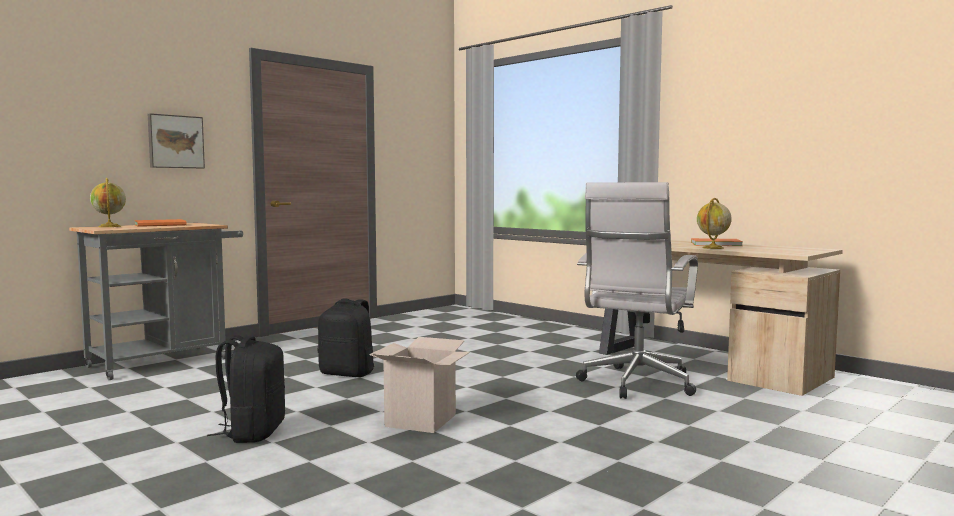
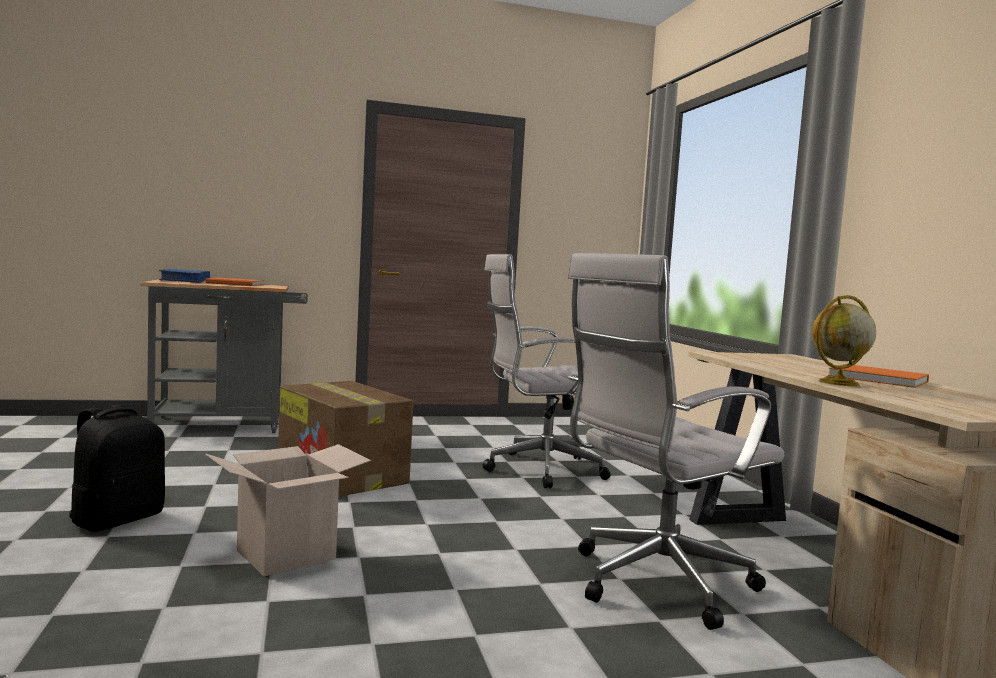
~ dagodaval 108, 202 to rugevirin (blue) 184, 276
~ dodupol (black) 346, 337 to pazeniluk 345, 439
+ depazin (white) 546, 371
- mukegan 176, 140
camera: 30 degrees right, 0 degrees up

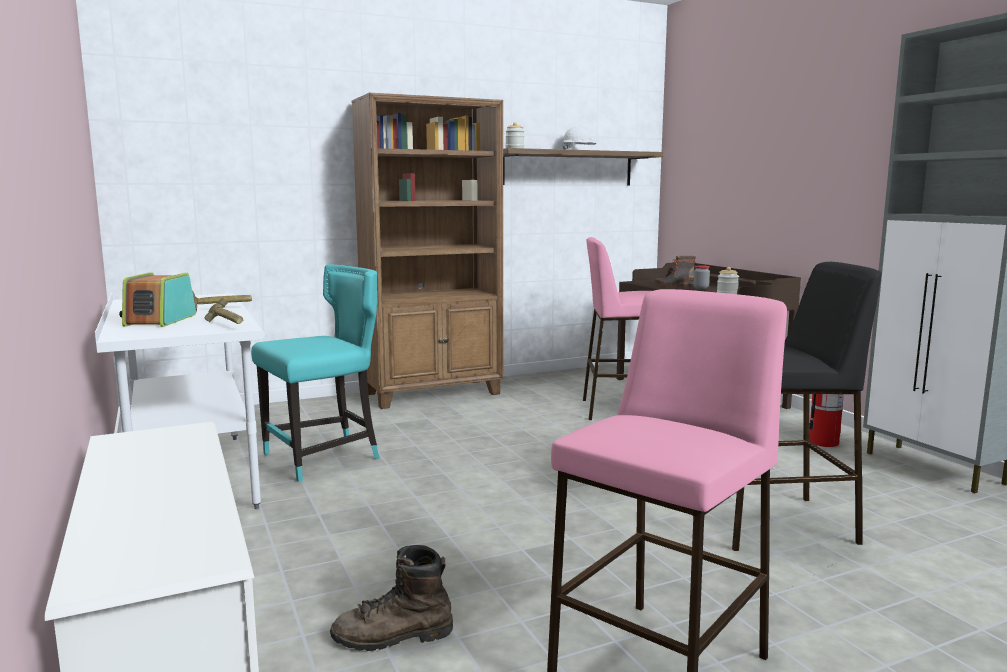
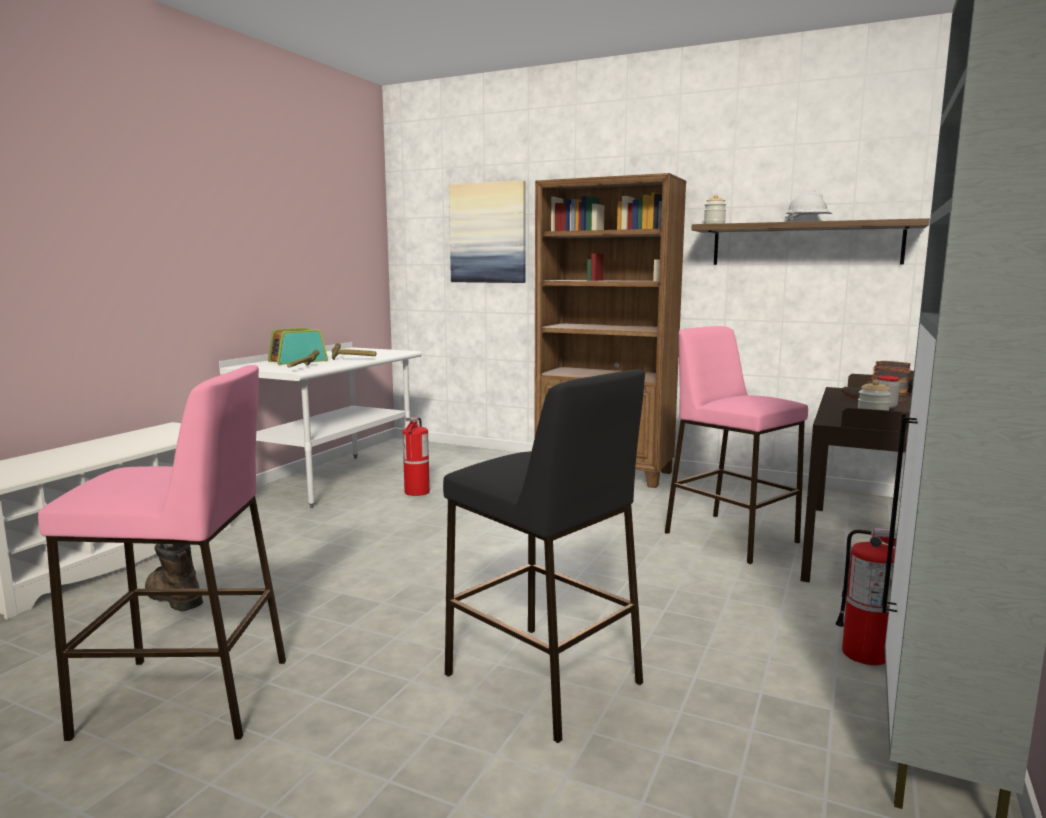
~ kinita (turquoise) 315, 373 to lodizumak 416, 456
+ mukegan 487, 231
camera: 50 degrees right, 0 degrees up

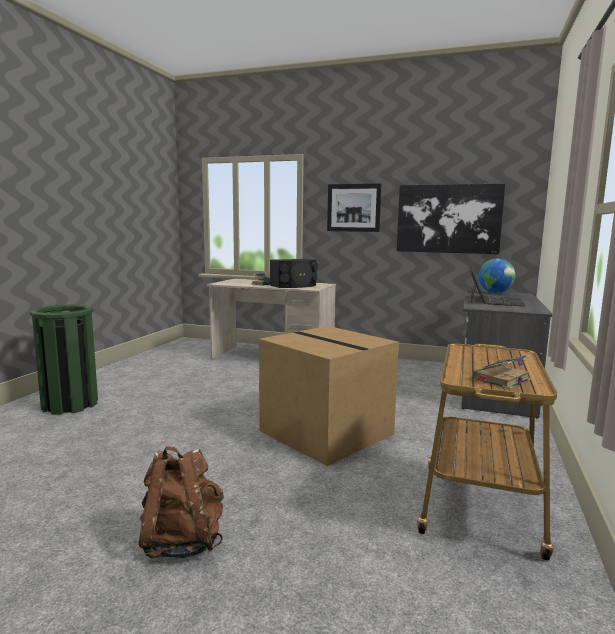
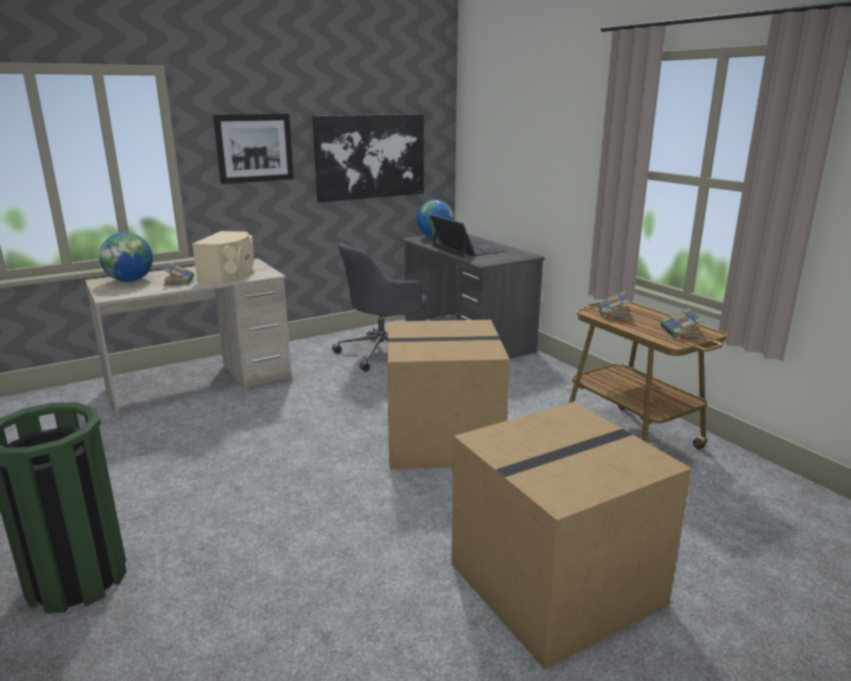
+ dagodaval 126, 257
~ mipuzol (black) 294, 273 to mipuzol (beige) 223, 257
+ depazin (grey) 379, 307
~ dodupol (brown) 181, 502 to pazeniluk 571, 535
+ rugevirin 614, 305
camera: 50 degrees left, 10 degrees up

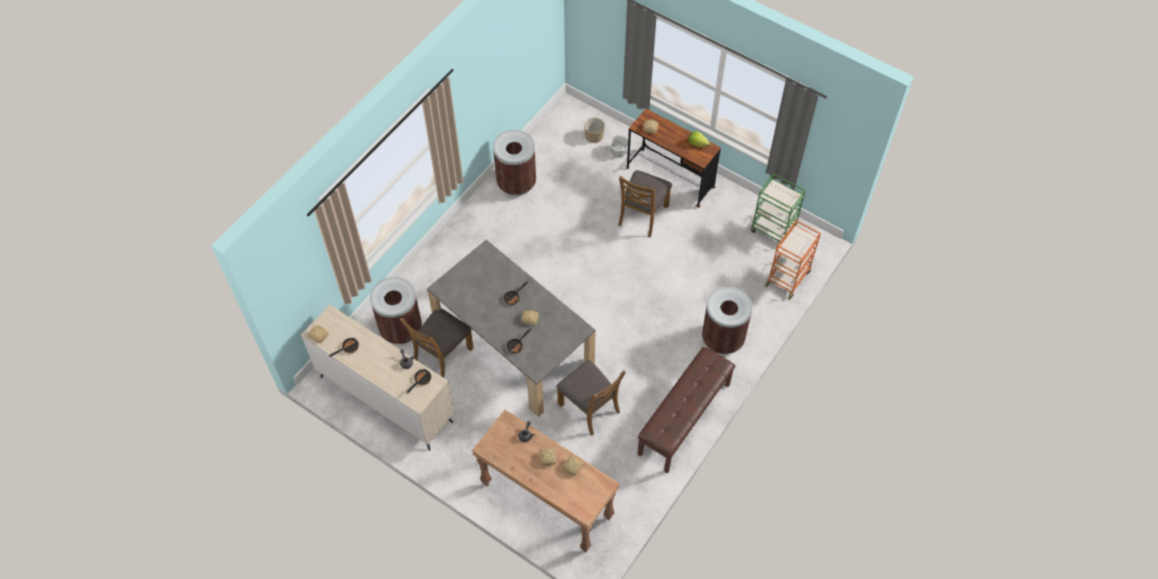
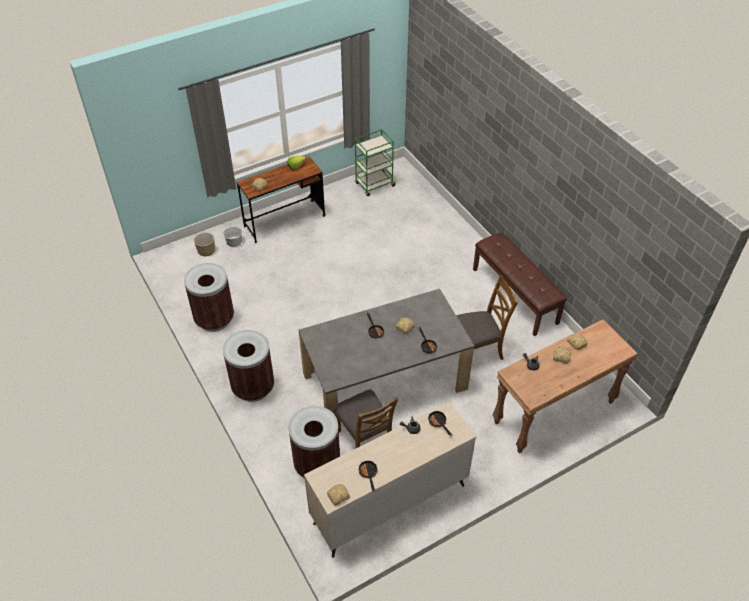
~ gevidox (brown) 727, 320 to 248, 366
- kinita (brown) 645, 203
- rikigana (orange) 793, 260
camera: 65 degrees left, 10 degrees down

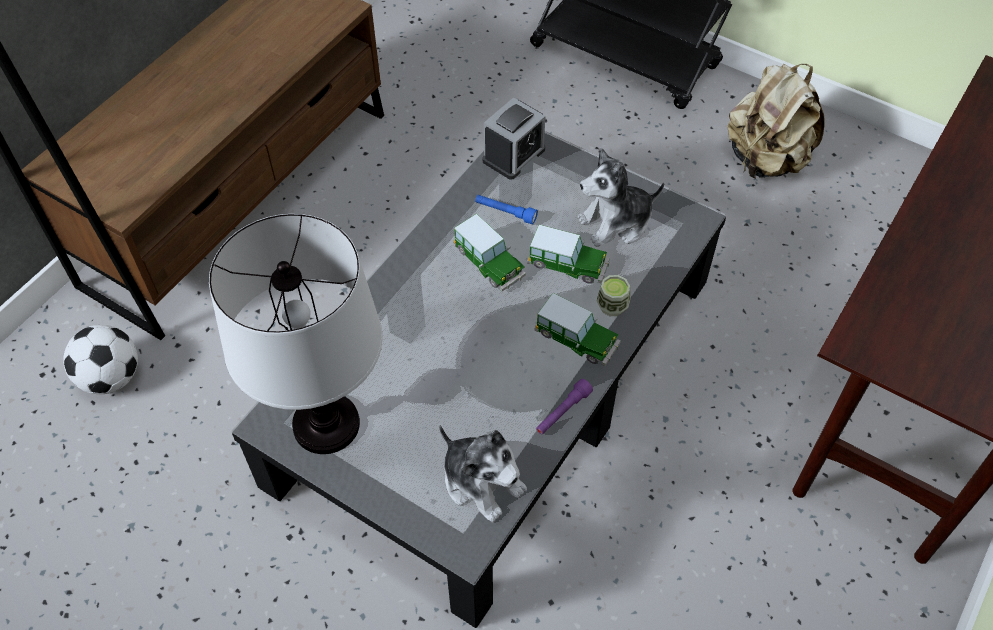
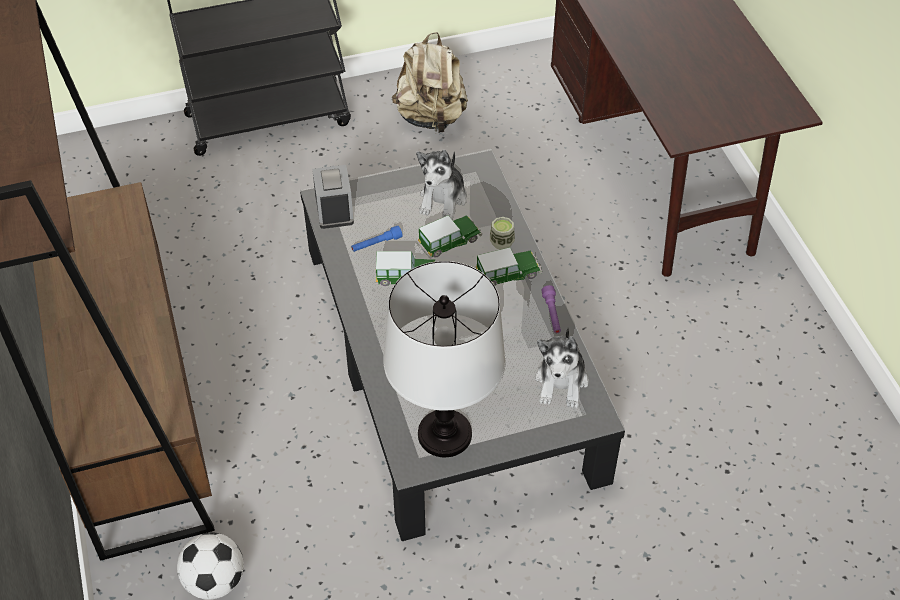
~ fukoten 483, 474 = 562, 367 105 degrees clockwise
camera: 50 degrees left, 5 degrees down

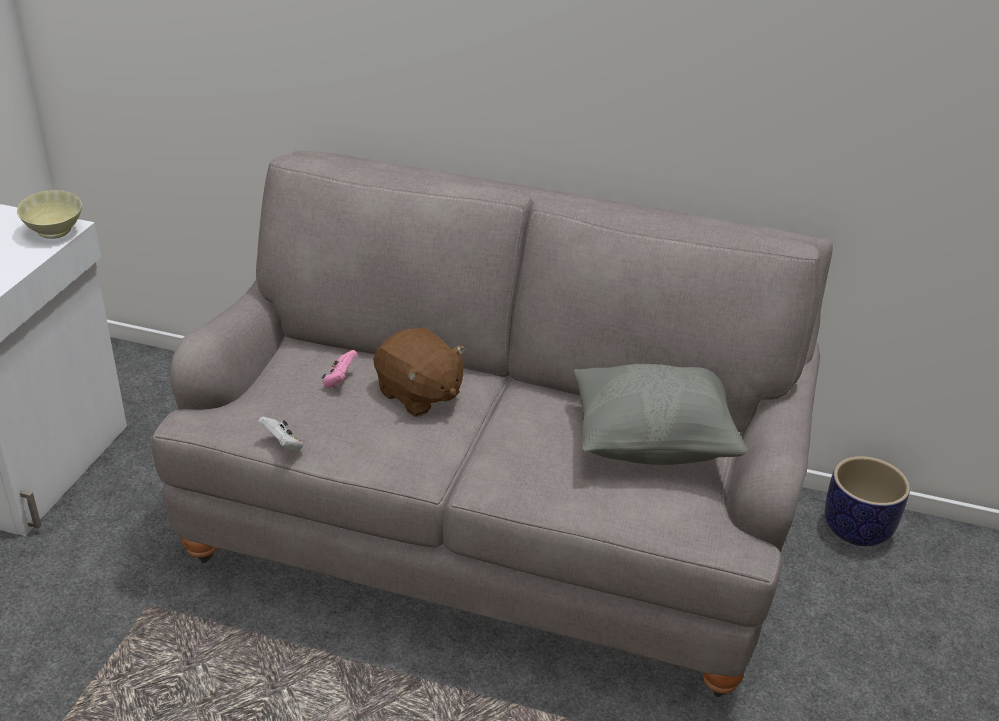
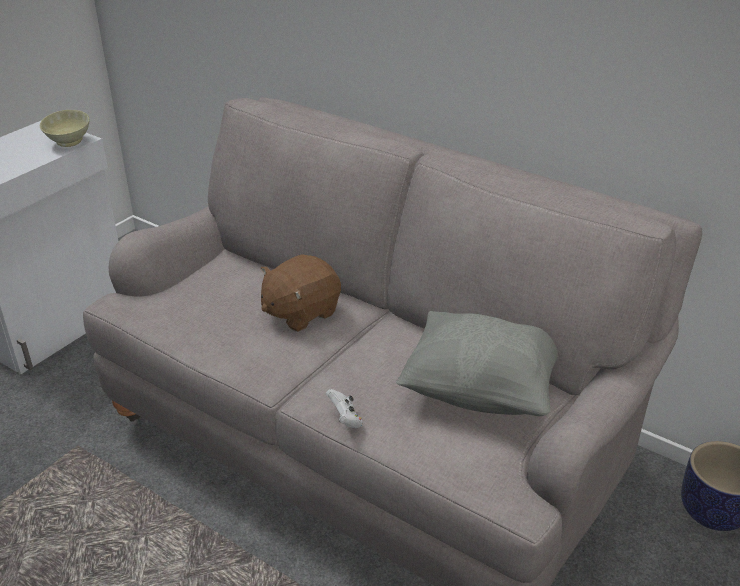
~ fukoten (brown) 420, 372 = 301, 293 75 degrees clockwise
~ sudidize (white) 280, 434 to 344, 409
- sudidize (pink) 340, 369
camera: 20 degrees right, 0 degrees up

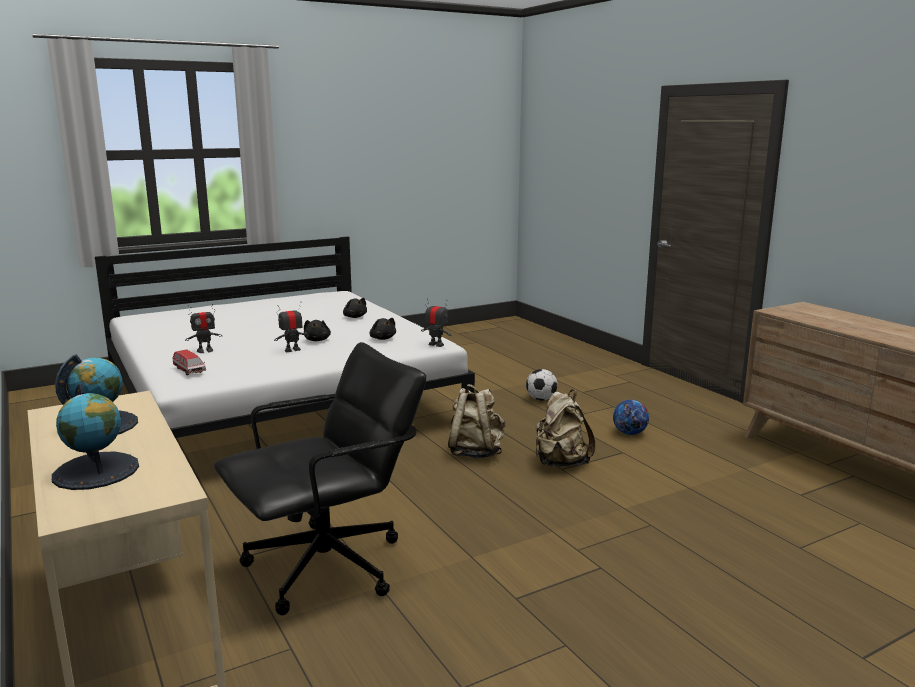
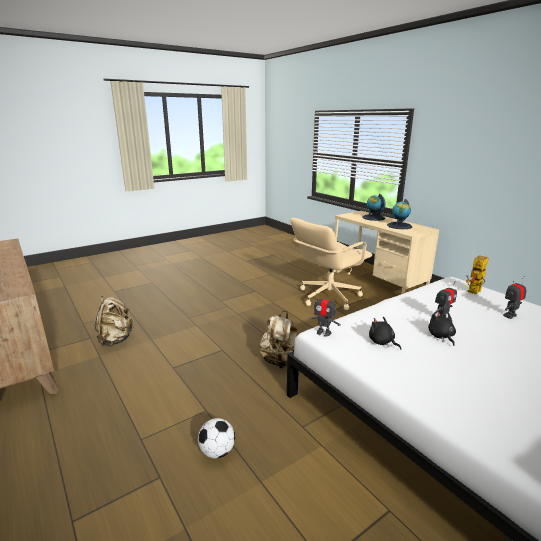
~ dodupol (beige) 565, 428 to 114, 321
~ depazin (black) 320, 478 to depazin (beige) 331, 264
~ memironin 189, 362 to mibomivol 477, 274
- fukoten (black) 355, 308
- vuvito 631, 417
camera: 175 degrees right, 5 degrees up

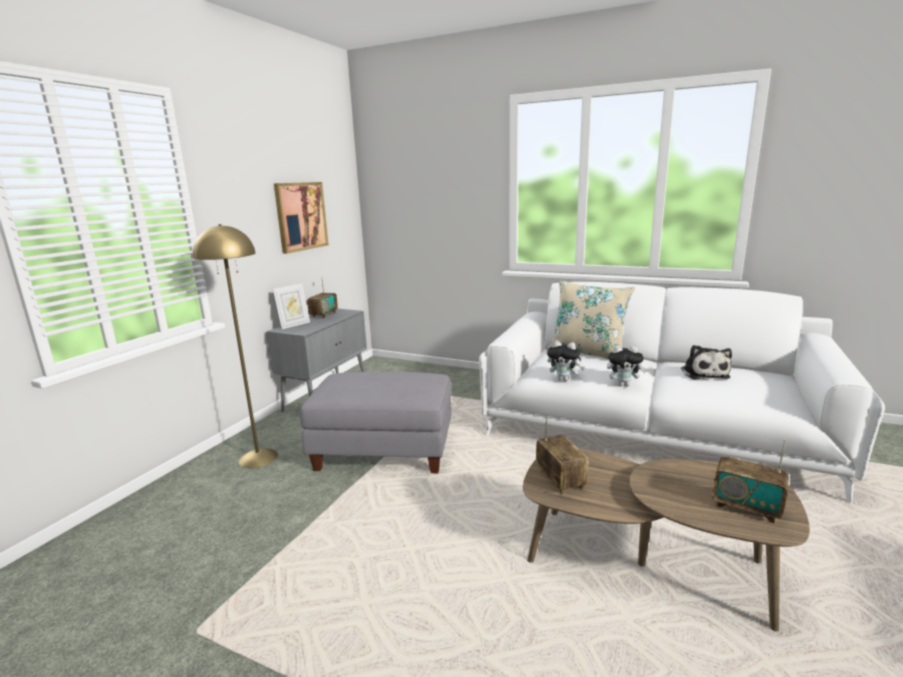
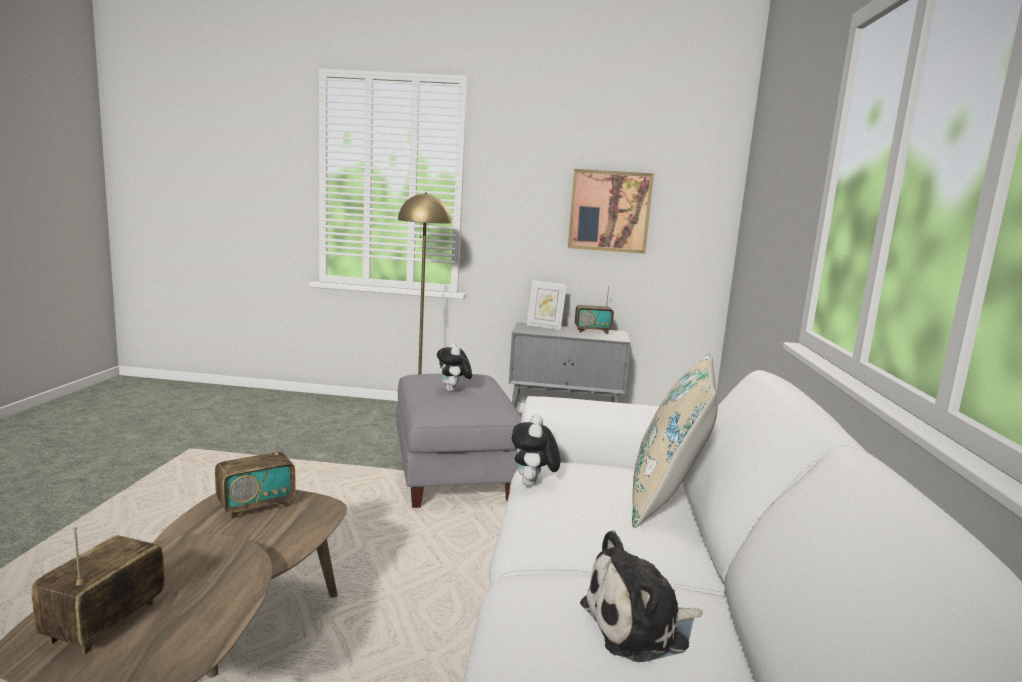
~ fukoten 626, 365 to 454, 367
camera: 70 degrees right, 5 degrees down

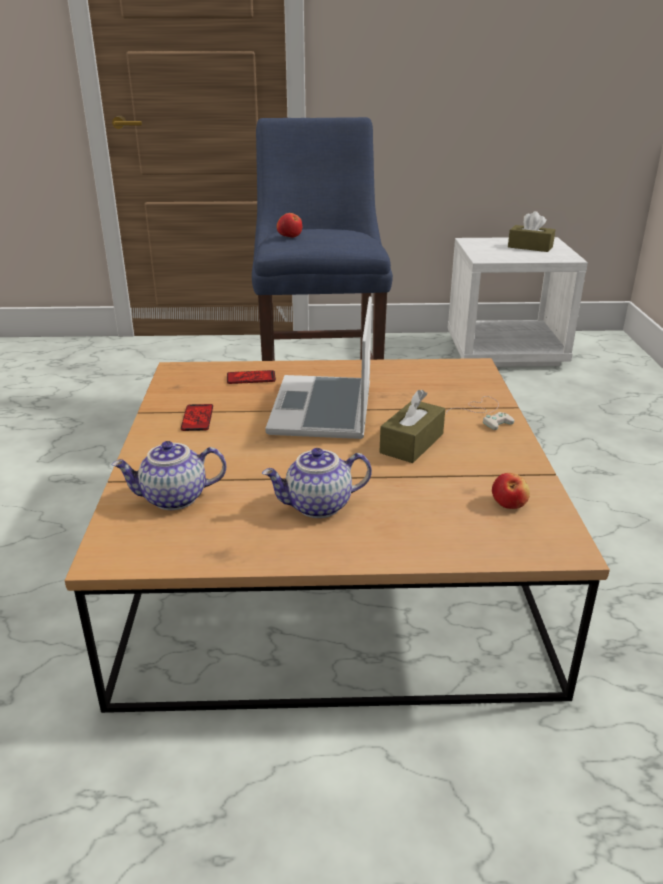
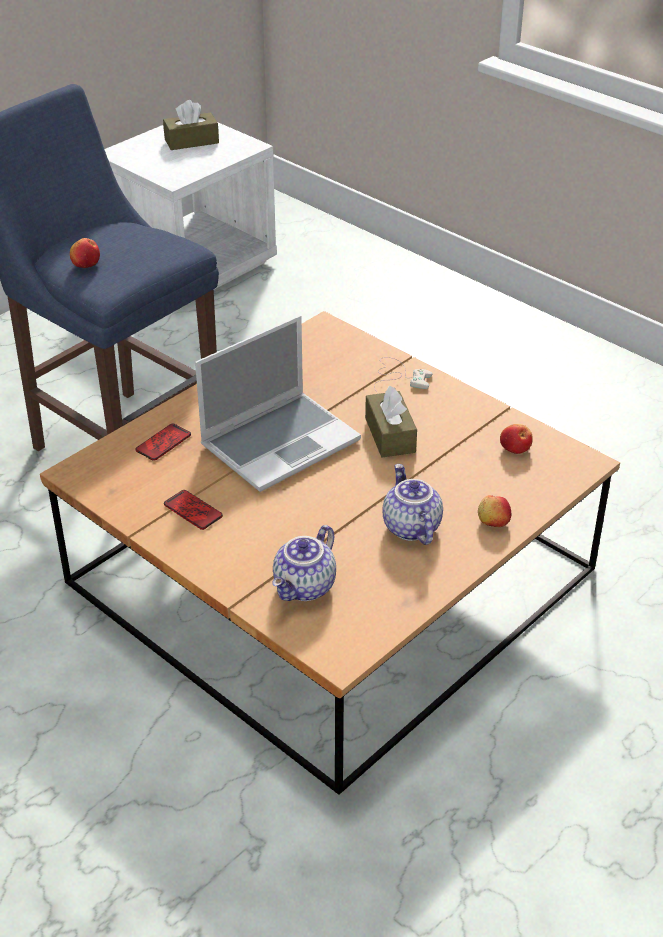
~ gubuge 318, 367 = 278, 403 90 degrees counterclockwise
~ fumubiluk 317, 483 = 412, 504 135 degrees clockwise
+ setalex 494, 511
camera: 45 degrees left, 10 degrees up

